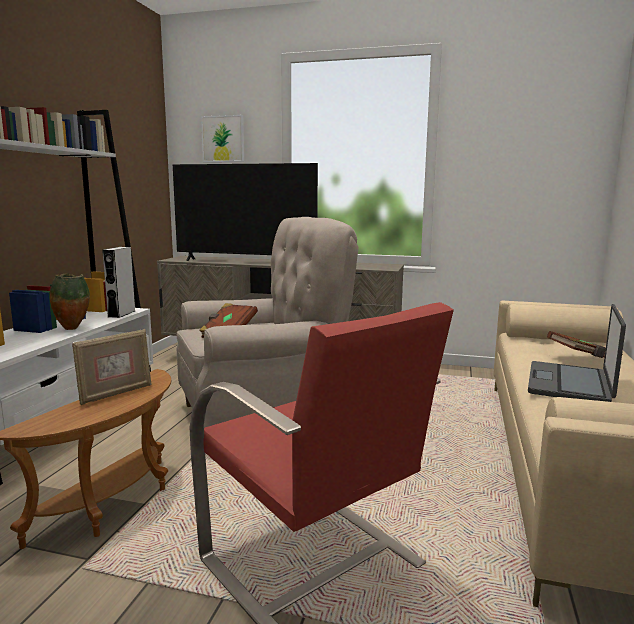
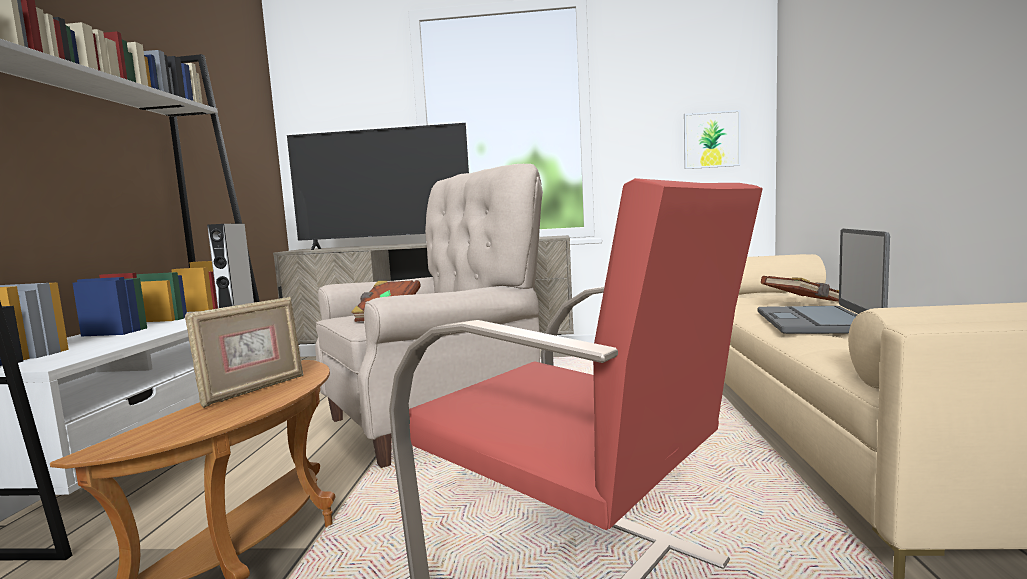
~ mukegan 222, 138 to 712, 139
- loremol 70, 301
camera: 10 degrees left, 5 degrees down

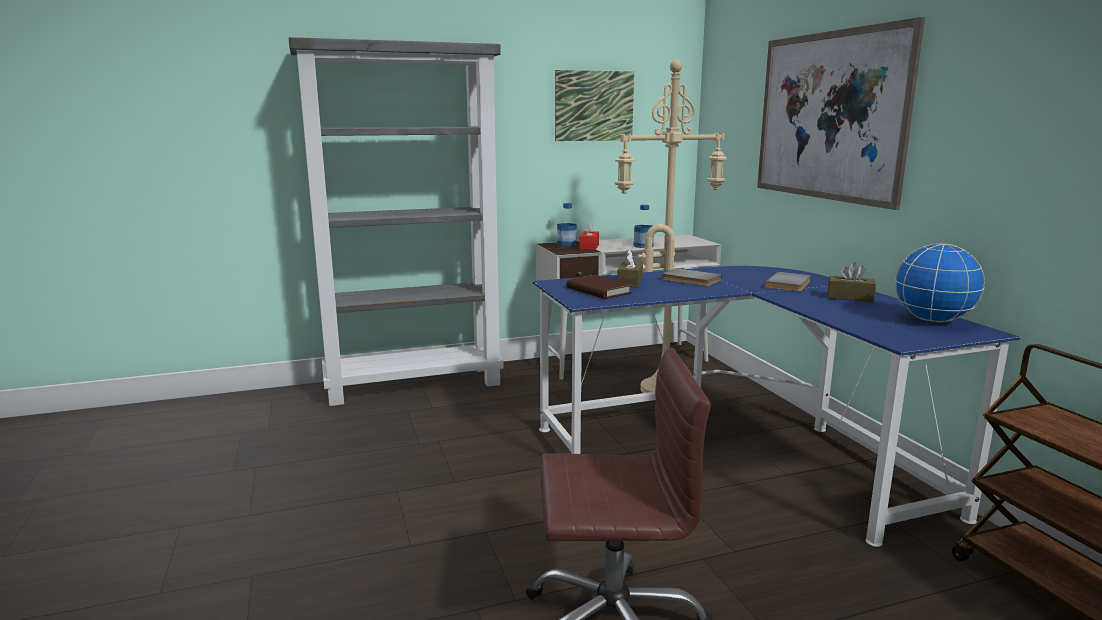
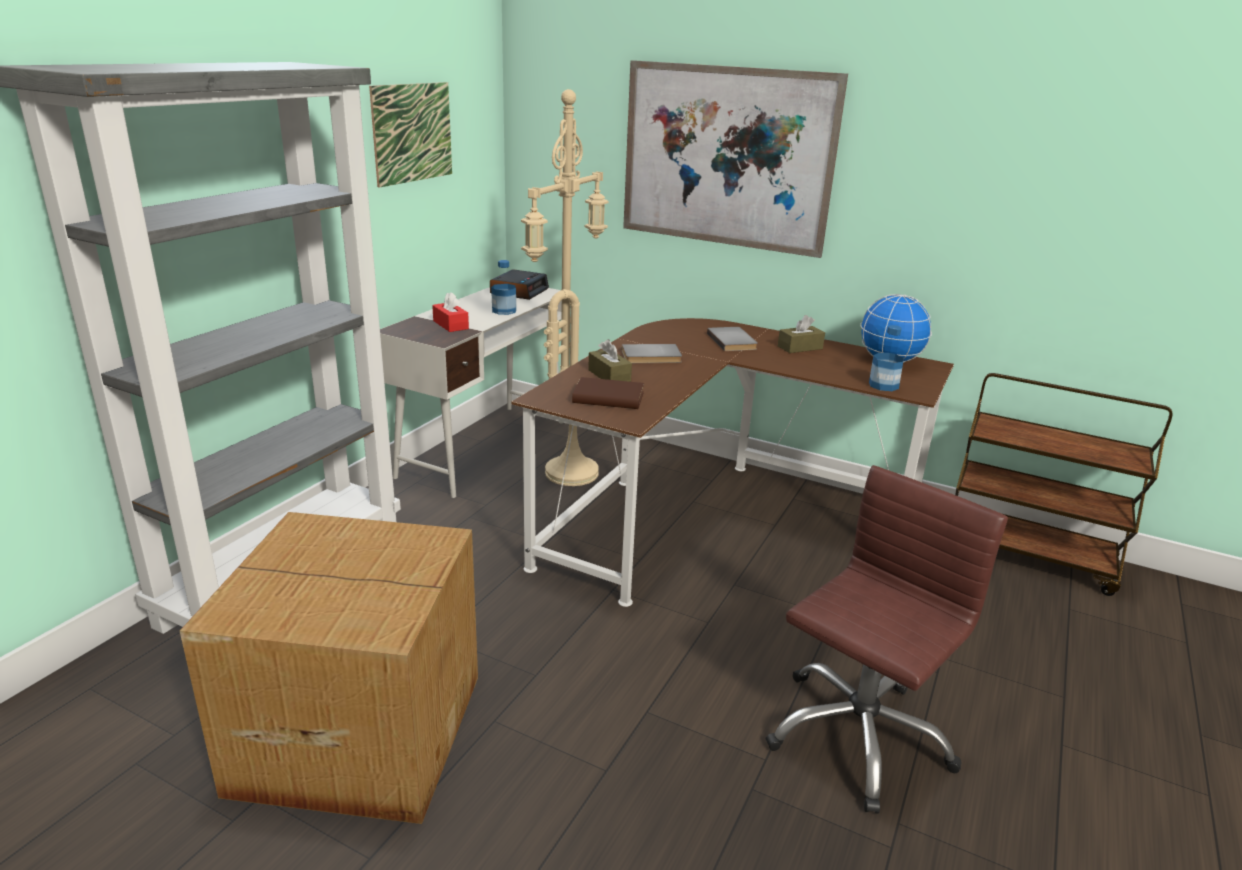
+ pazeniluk 329, 668
+ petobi 519, 284
~ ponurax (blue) 776, 406 to ponurax (brown) 732, 462
~ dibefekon 567, 224 to 886, 358
camera: 45 degrees left, 10 degrees up

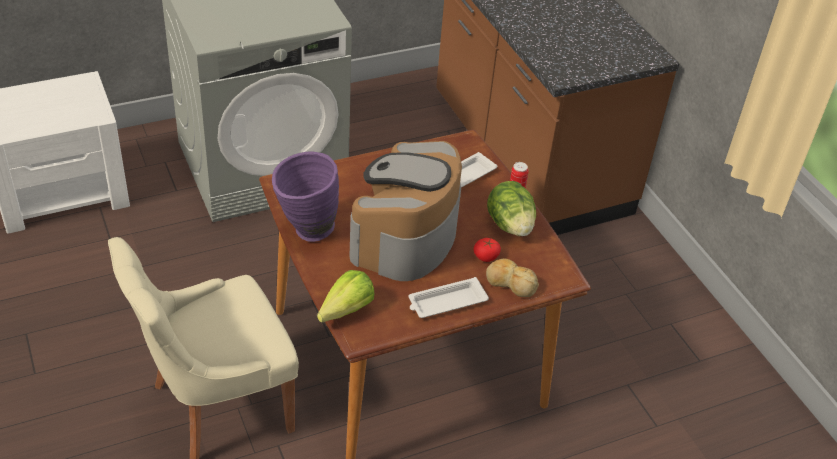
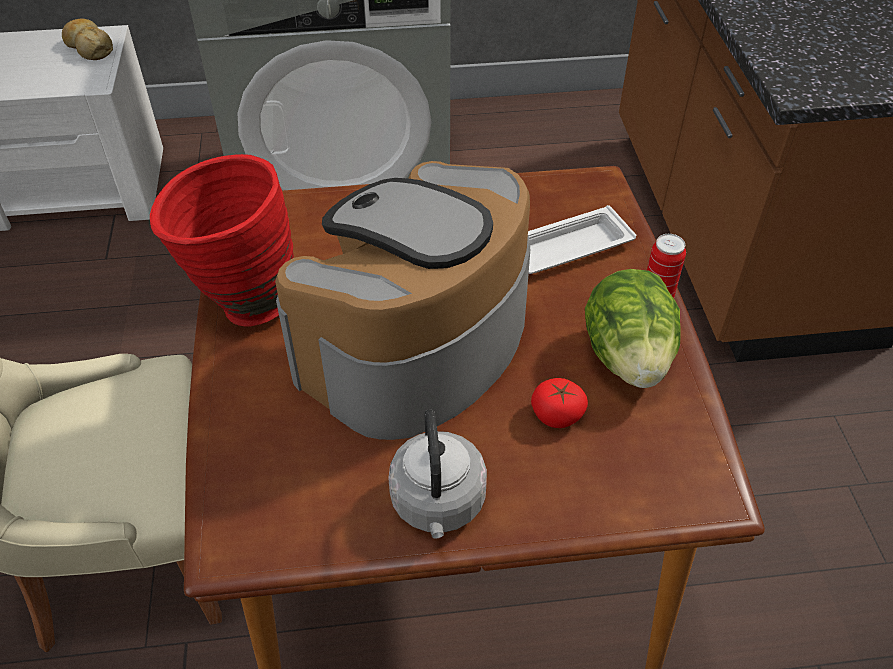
~ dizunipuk 512, 277 to 87, 39
~ loremol (purple) 305, 196 to loremol (red) 222, 240
~ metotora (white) 448, 297 to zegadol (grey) 437, 474
- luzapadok 345, 296
camera: 20 degrees right, 5 degrees up

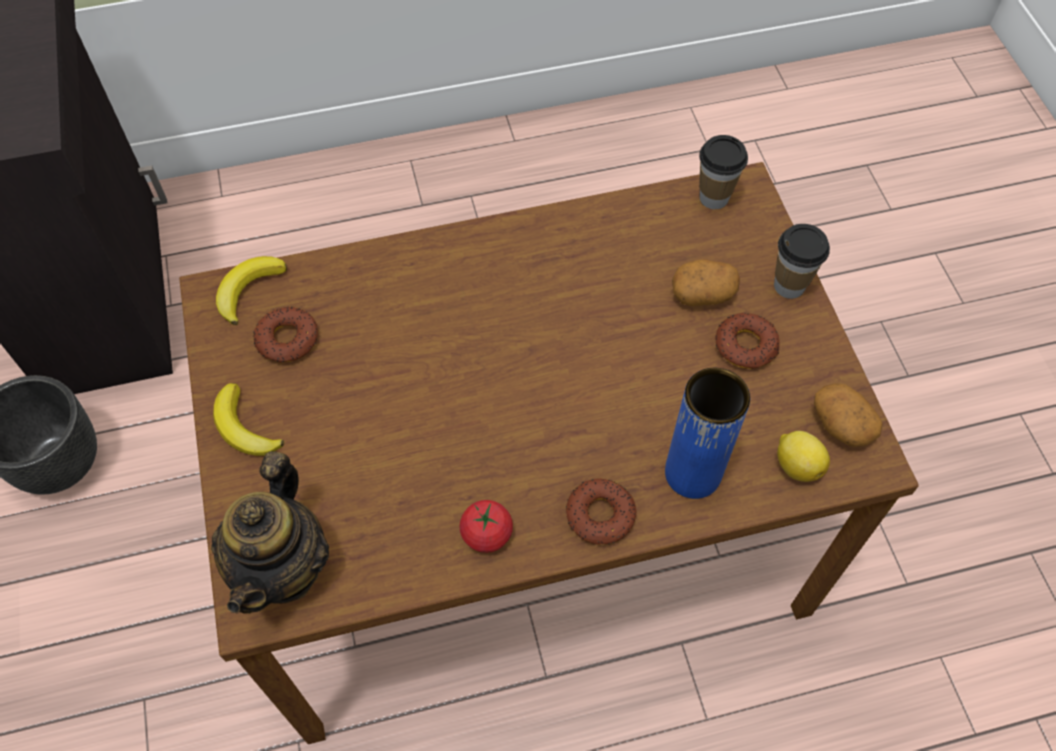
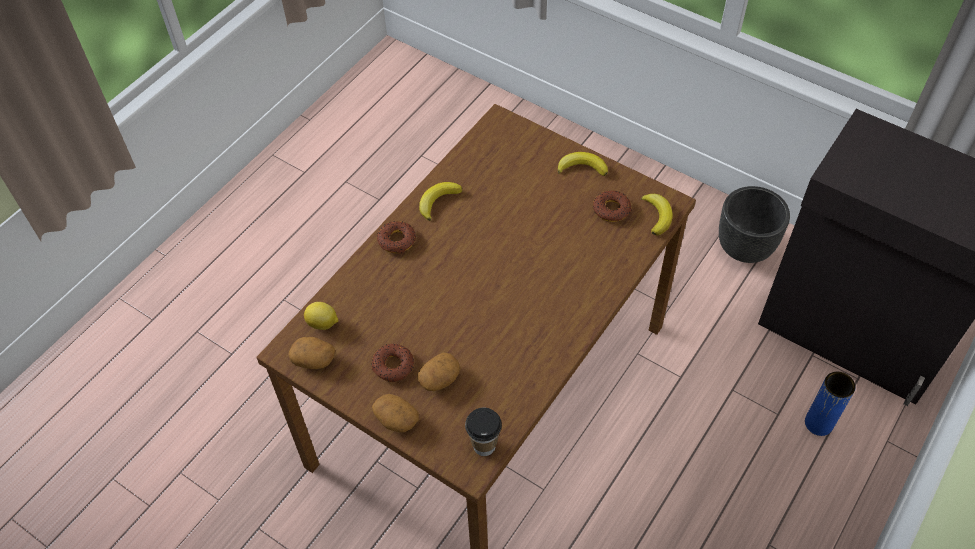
~ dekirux 802, 261 to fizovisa 395, 413
~ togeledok 486, 526 to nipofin 440, 201
~ loremol (blue) 707, 433 to 830, 404
- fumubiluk 270, 532
camera: 140 degrees right, 5 degrees down

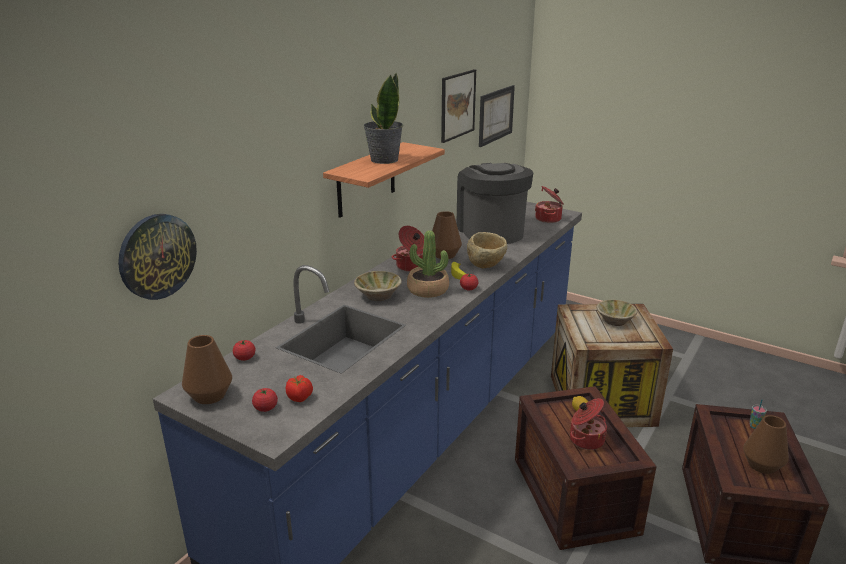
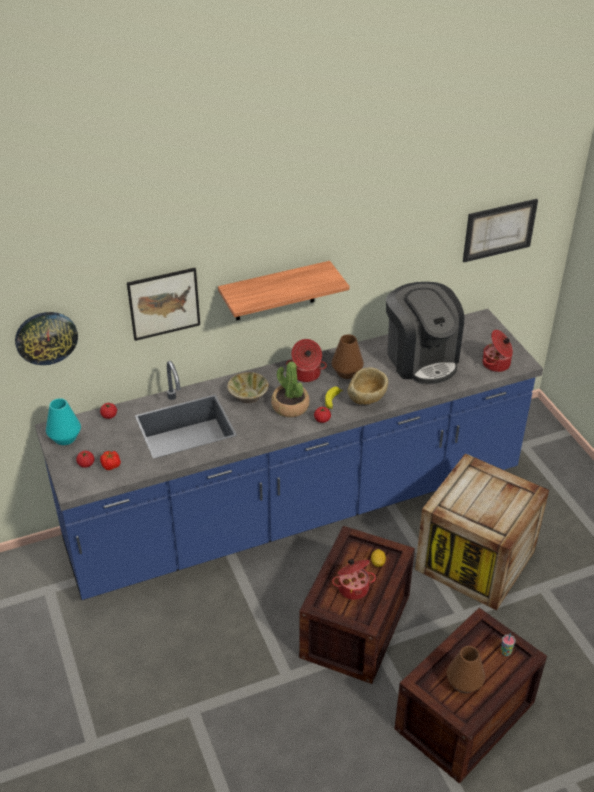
~ loremol (brown) 207, 369 to loremol (turquoise) 63, 421
~ mukegan 458, 106 to 163, 304
~ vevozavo 494, 203 = 425, 333 135 degrees clockwise
- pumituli 383, 118
- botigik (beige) 616, 313
camera: 35 degrees right, 15 degrees up

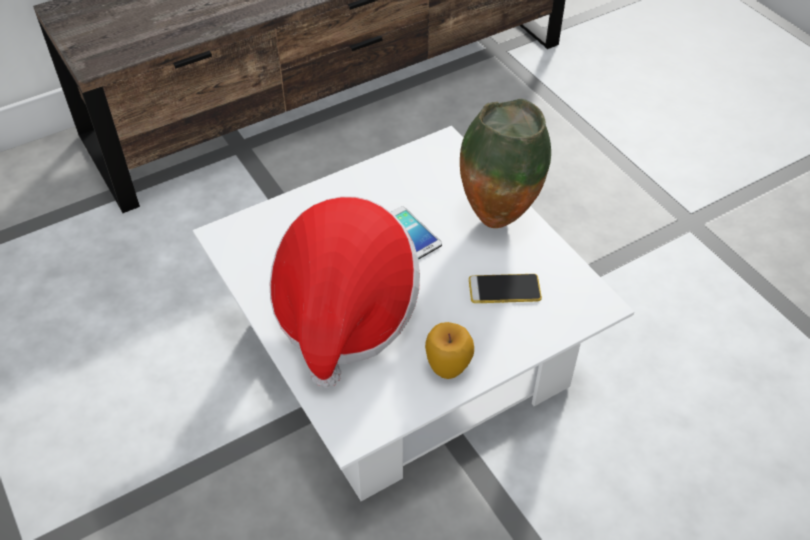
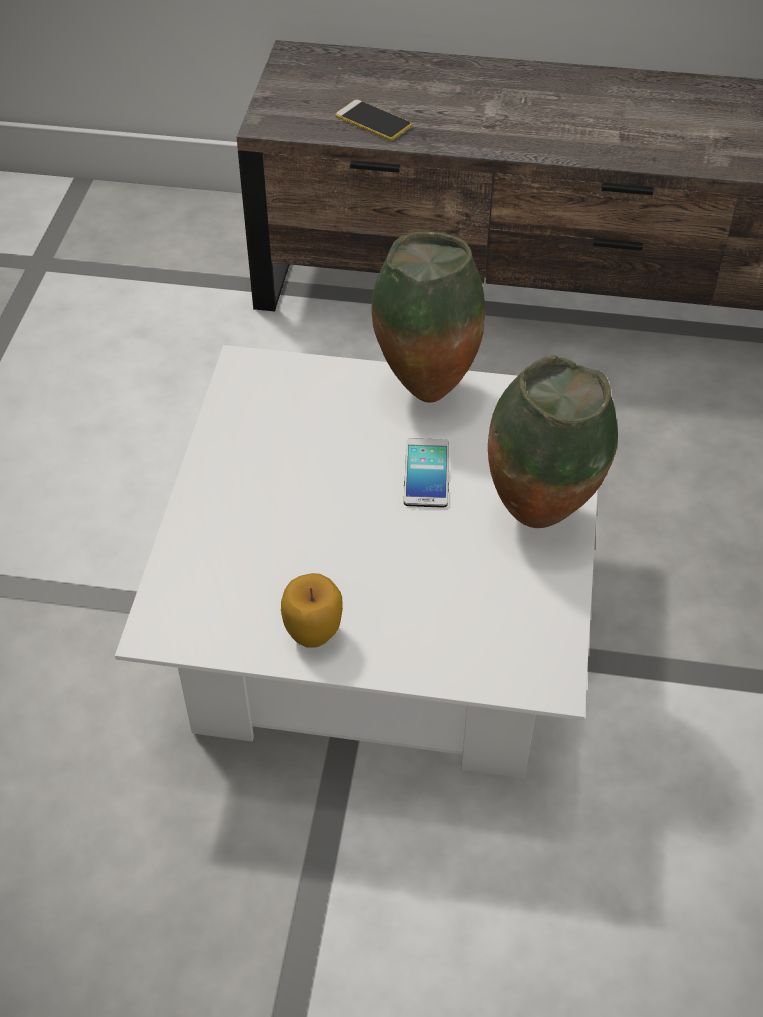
~ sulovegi 505, 288 to 373, 120
+ loremol 428, 317
- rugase 345, 292
camera: 40 degrees right, 0 degrees up

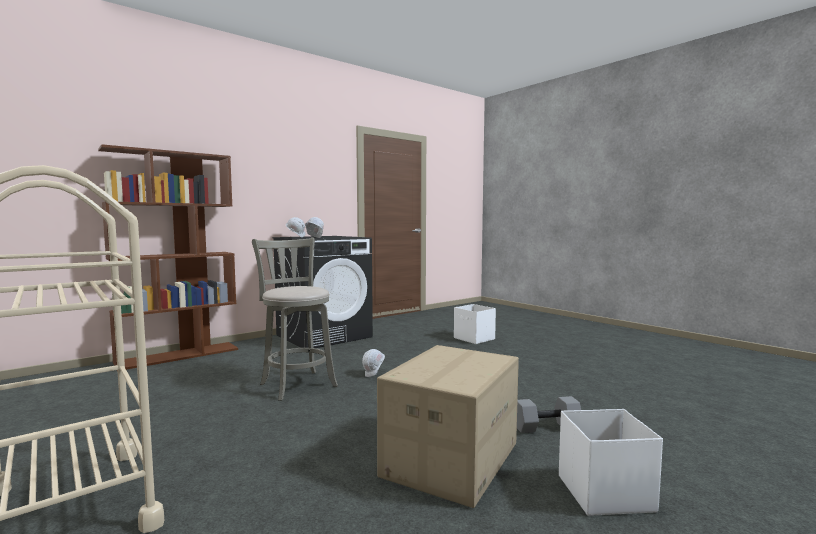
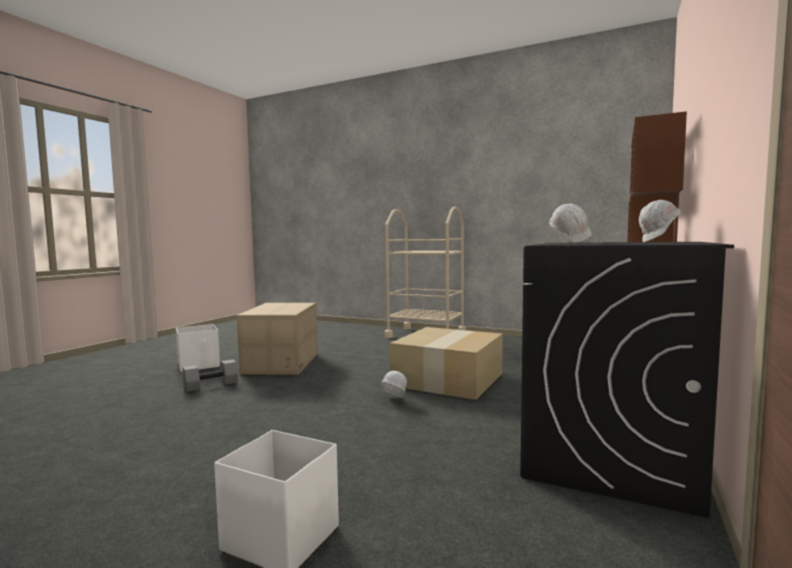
~ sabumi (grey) 295, 319 to pazeniluk 446, 363
camera: 155 degrees right, 0 degrees up

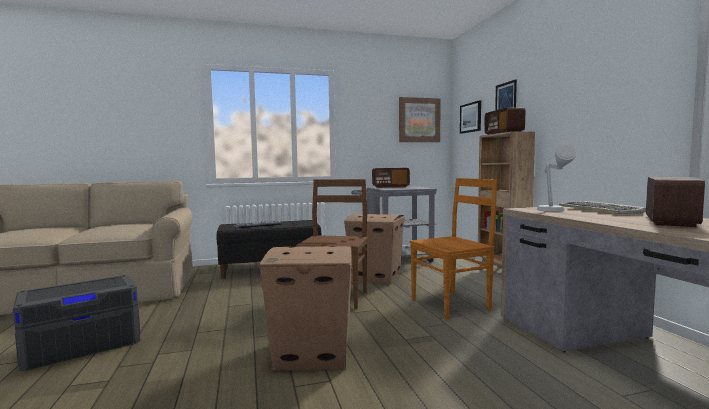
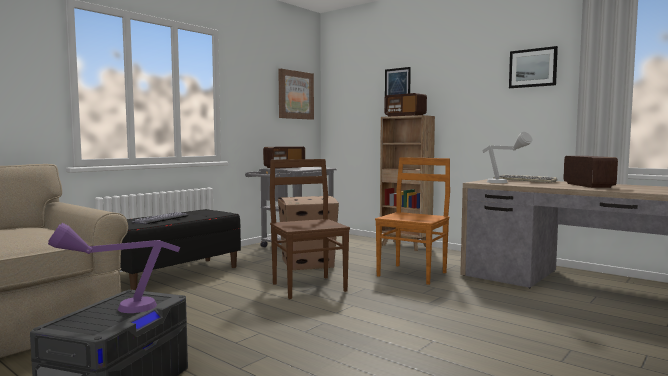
+ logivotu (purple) 114, 268
~ mukegan 470, 117 to 533, 67
- pazeniluk 305, 308
camera: 35 degrees left, 0 degrees up

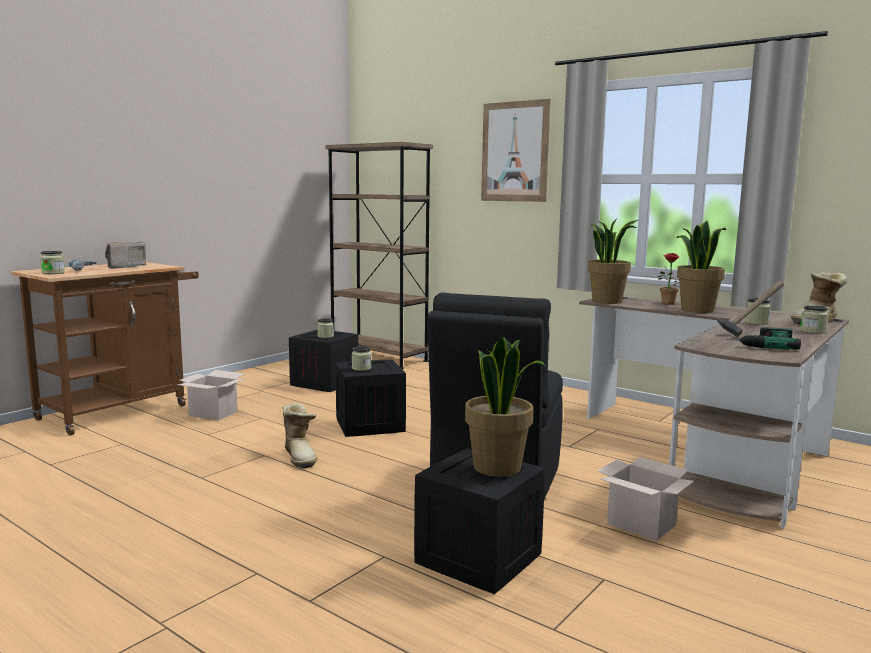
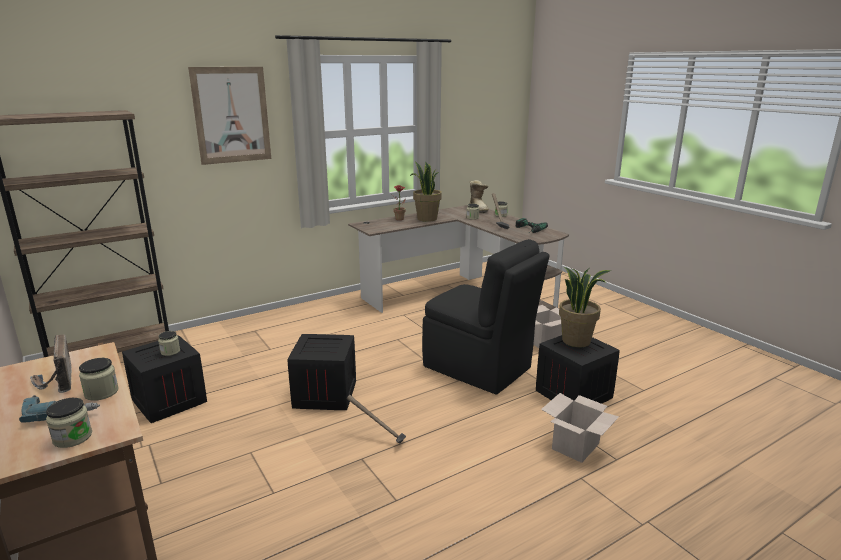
~ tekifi 361, 358 to 99, 379
~ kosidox 299, 435 to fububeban 376, 419
~ pazeniluk 211, 395 to 580, 428
- pumituli 613, 260
camera: 70 degrees left, 10 degrees up

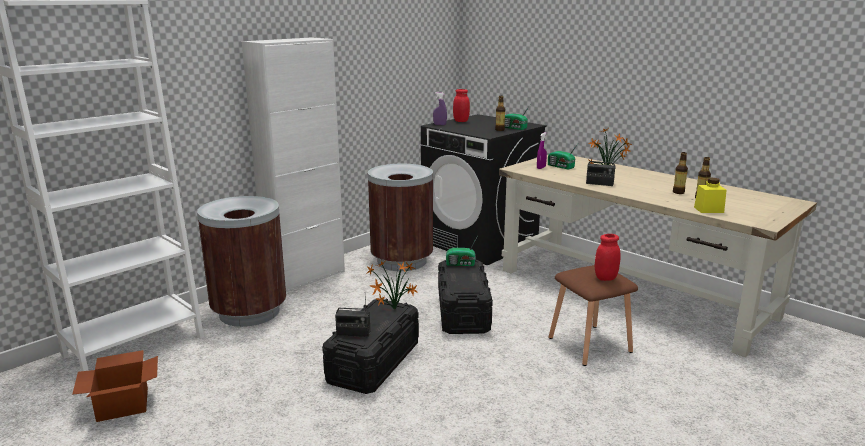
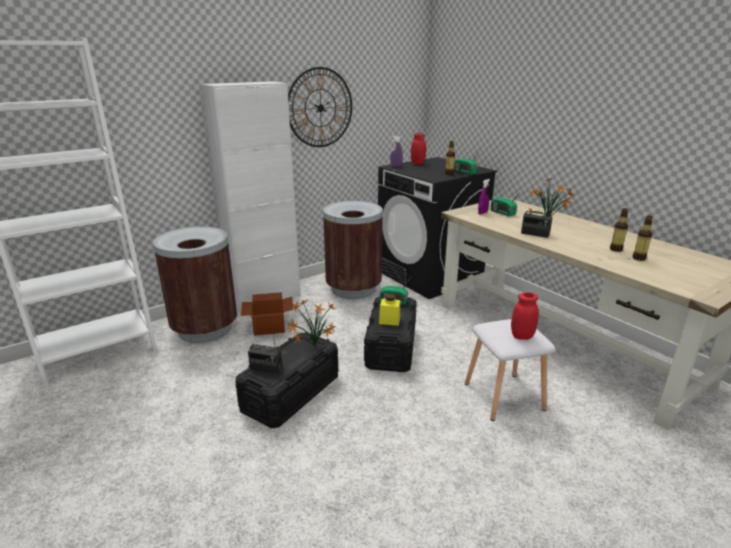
~ pazeniluk 115, 386 to 267, 314
+ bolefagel 320, 107
~ tekifi (yellow) 710, 195 to 389, 310
~ sabumi (brown) 593, 315 to sabumi (white) 510, 370
camera: 10 degrees right, 5 degrees up

